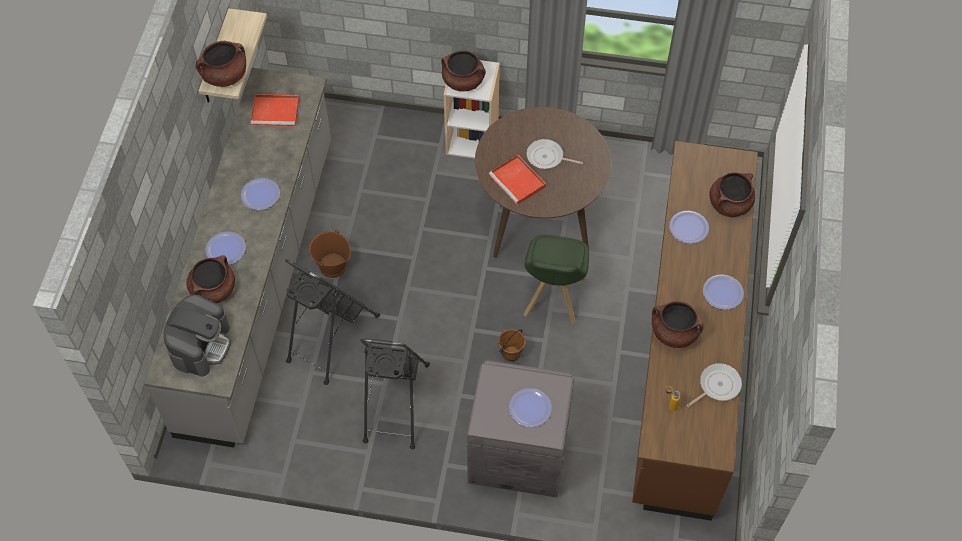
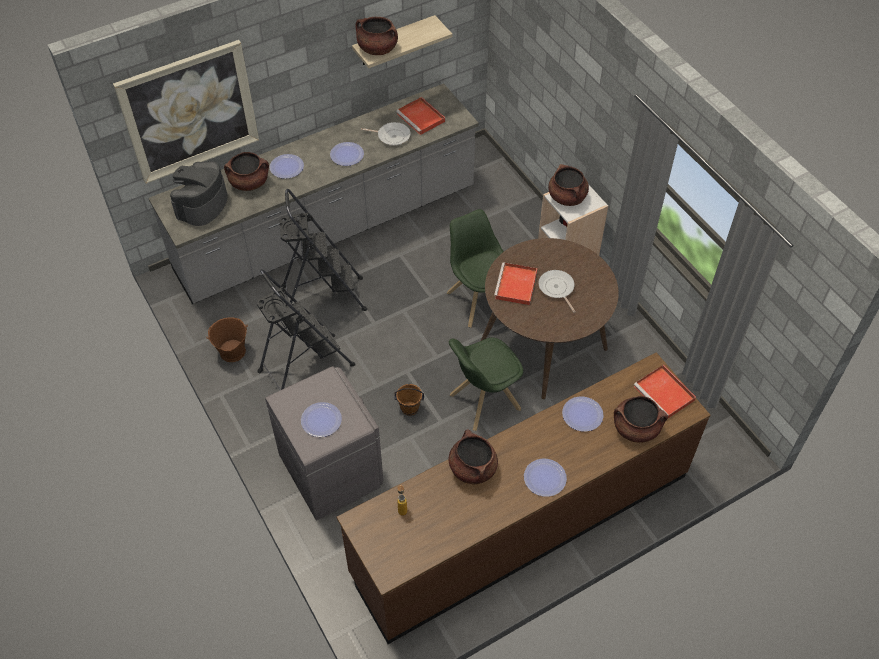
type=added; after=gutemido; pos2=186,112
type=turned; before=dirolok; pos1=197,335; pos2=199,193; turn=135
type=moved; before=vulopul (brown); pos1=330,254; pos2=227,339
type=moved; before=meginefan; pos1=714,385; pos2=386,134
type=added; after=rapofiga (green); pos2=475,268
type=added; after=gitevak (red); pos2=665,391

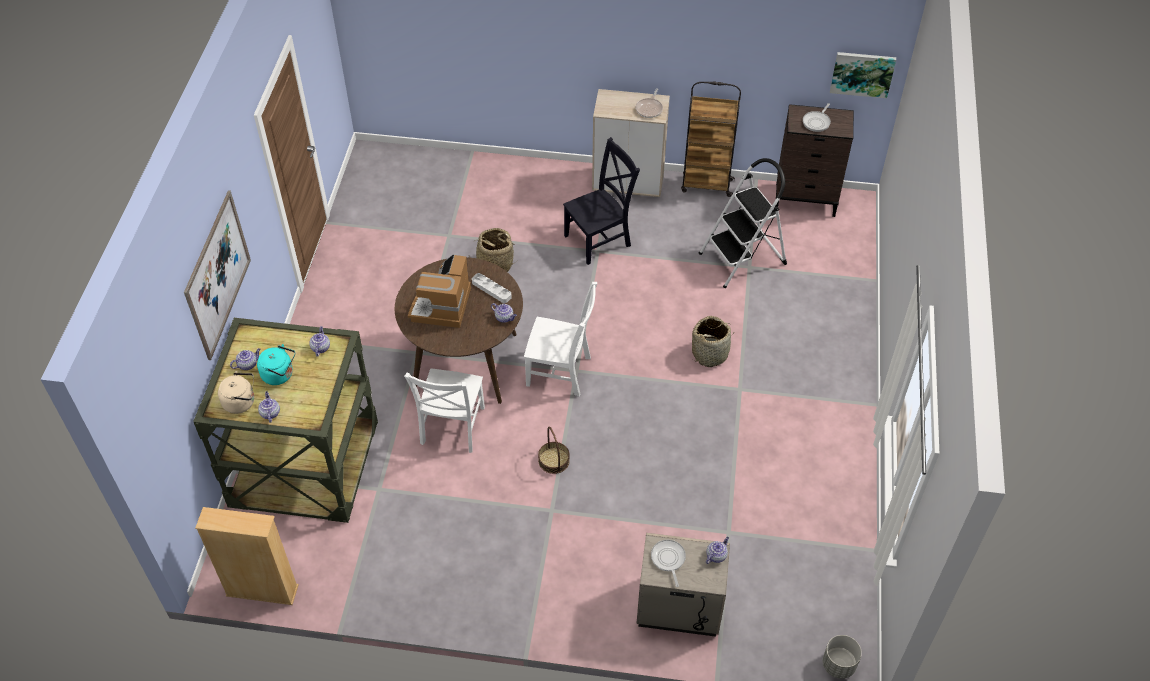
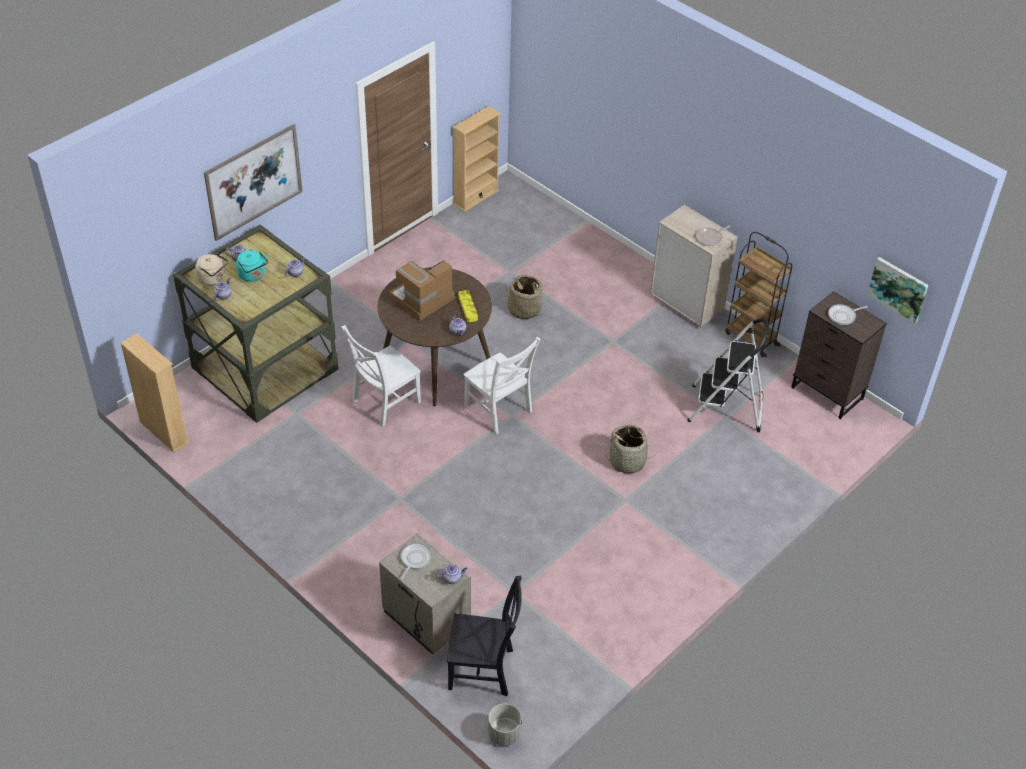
type=moved; before=rapofiga (black); pos1=601,201; pos2=484,636
type=added; after=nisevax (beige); pos2=477,159
type=recoloured; before=gitevak (grey); after=gitevak (yellow); pos1=492,288; pos2=468,306
type=removed; before=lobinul; pos1=554,450

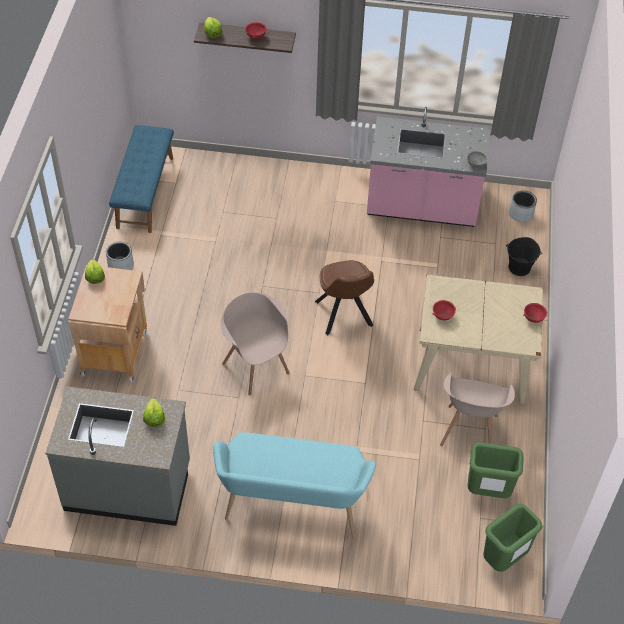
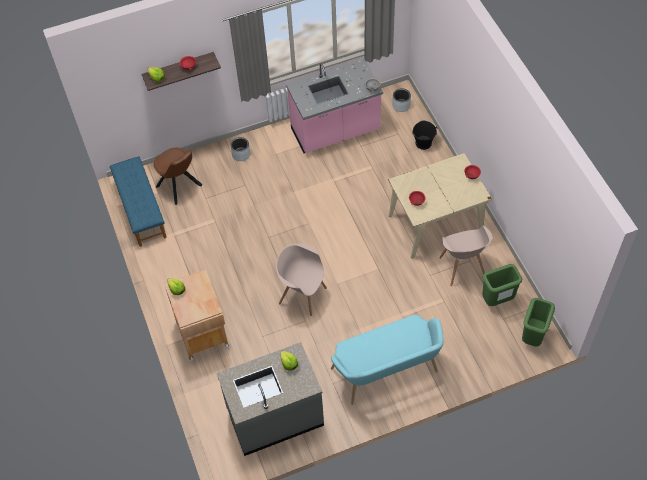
type=moved; before=rapofiga (brown); pos1=344,297; pos2=177,176
type=moved; before=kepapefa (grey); pos1=120,256; pos2=240,149

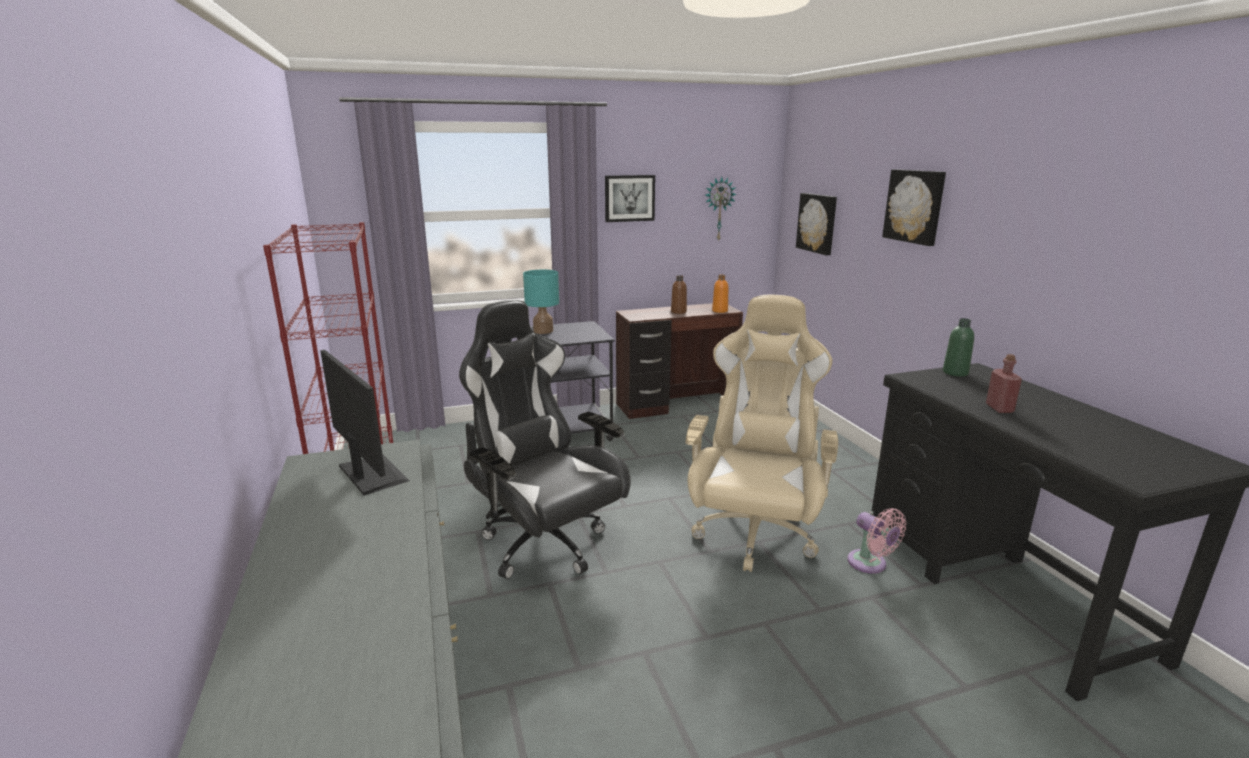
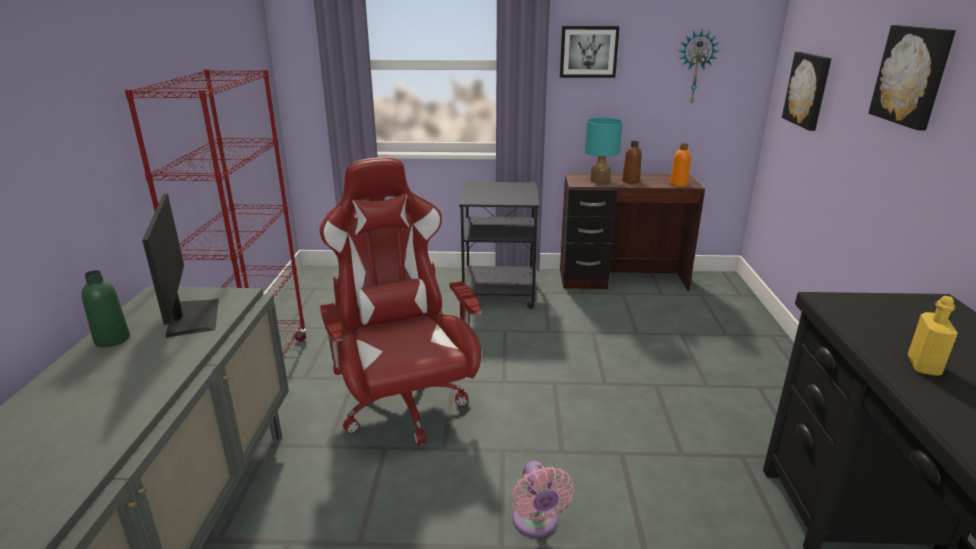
type=moved; before=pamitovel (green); pos1=958,347; pos2=106,308
type=recoloured; before=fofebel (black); after=fofebel (red); pos1=545,439; pos2=401,301
type=moved; before=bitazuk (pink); pos1=876,541; pos2=542,499
type=moved; before=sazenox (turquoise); pos1=541,302; pos2=604,150
type=recoloured; before=pamitovel (red); after=pamitovel (yellow); pos1=1004,383; pos2=933,336
type=removed; before=fofebel (beige); pos1=762,433

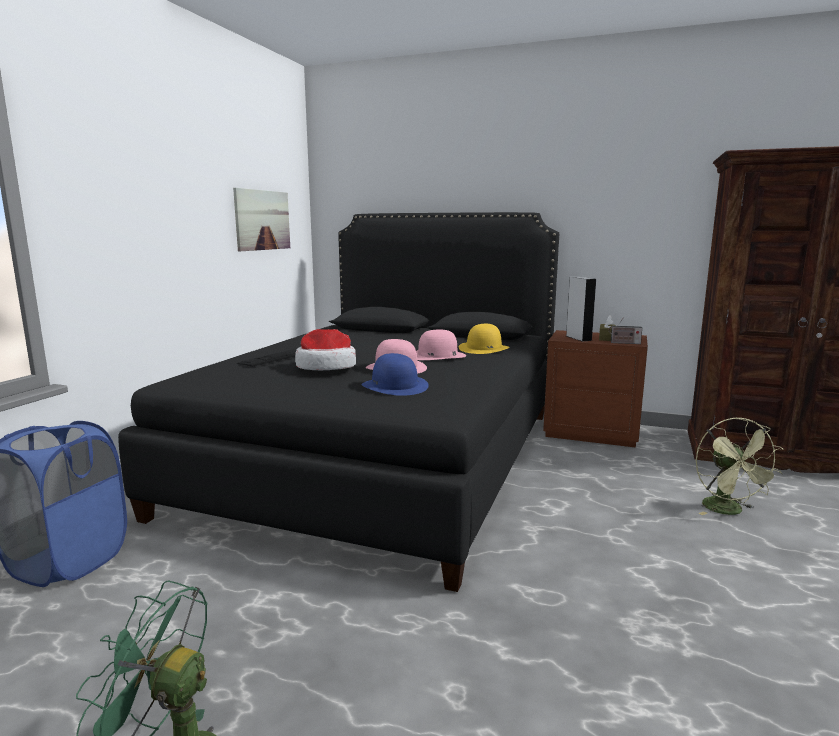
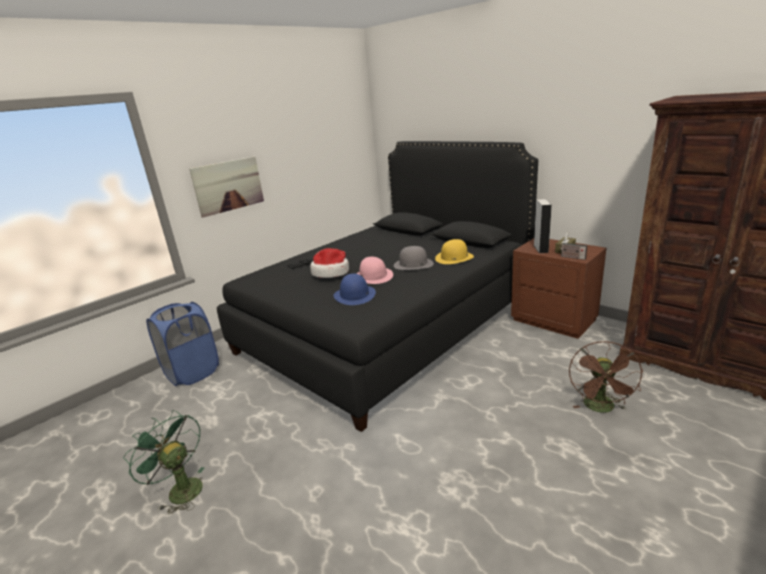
type=moved; before=gutemido; pos1=261,219; pos2=226,187
type=recoloured; before=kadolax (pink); after=kadolax (grey); pos1=441,345; pos2=414,258
type=recoloured; before=bitazuk (green); after=bitazuk (brown); pos1=740,466; pos2=606,377

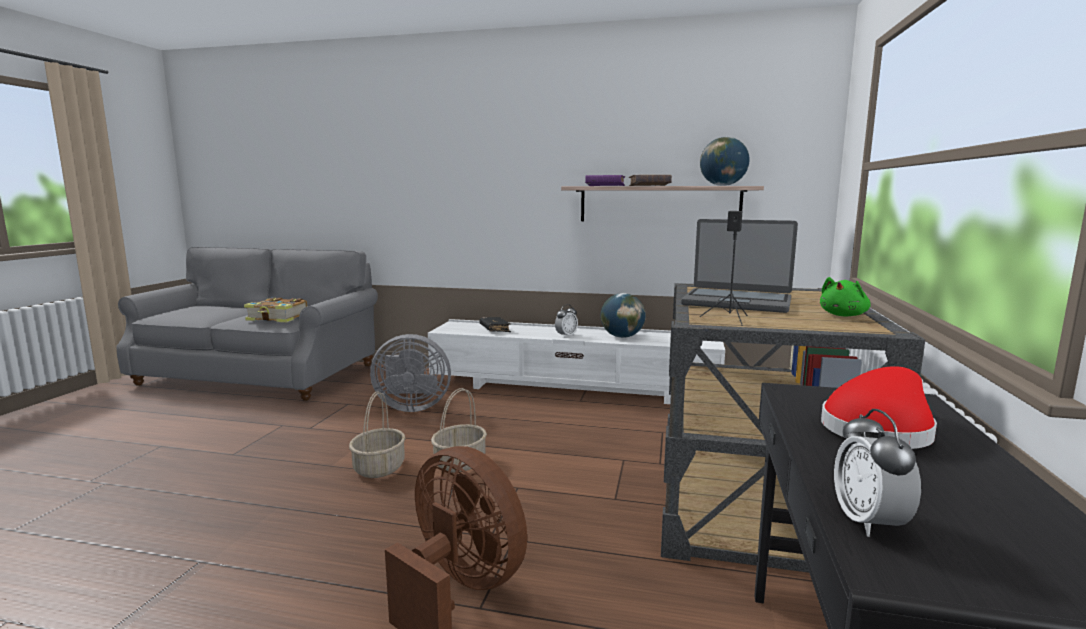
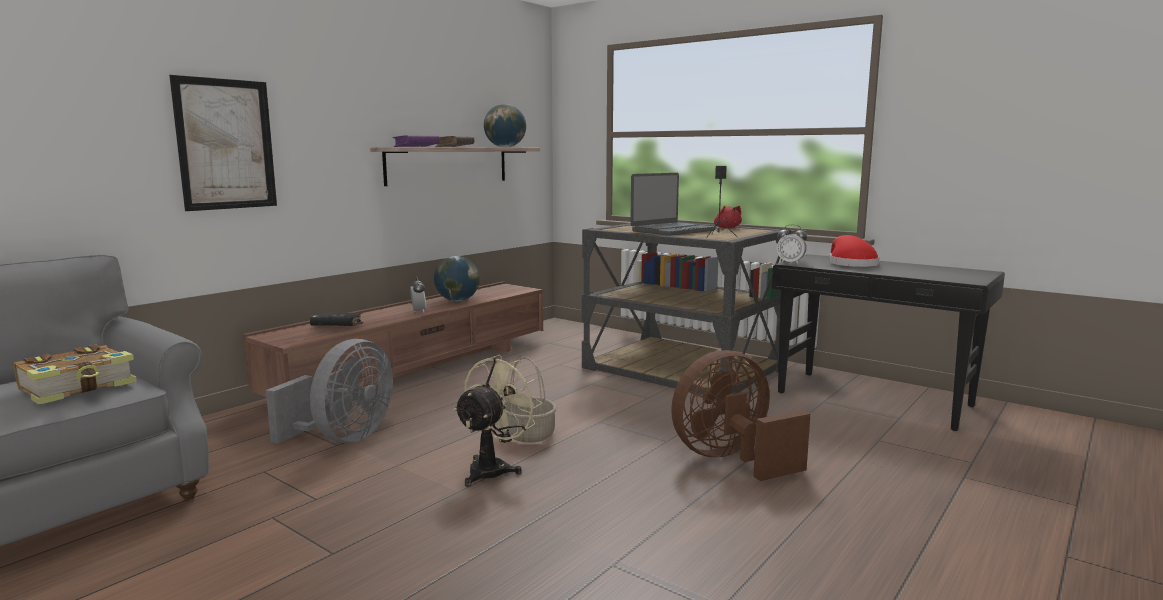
type=added; after=gutemido; pos2=223,143
type=recoloured; before=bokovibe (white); after=bokovibe (brown); pos1=576,361; pos2=393,340
type=replaced; before=lobinul; after=bitazuk (beige); pos1=377,435; pos2=498,421
type=recoloured; before=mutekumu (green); after=mutekumu (red); pos1=845,296; pos2=728,217
type=moved; before=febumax; pos1=877,473; pos2=791,244

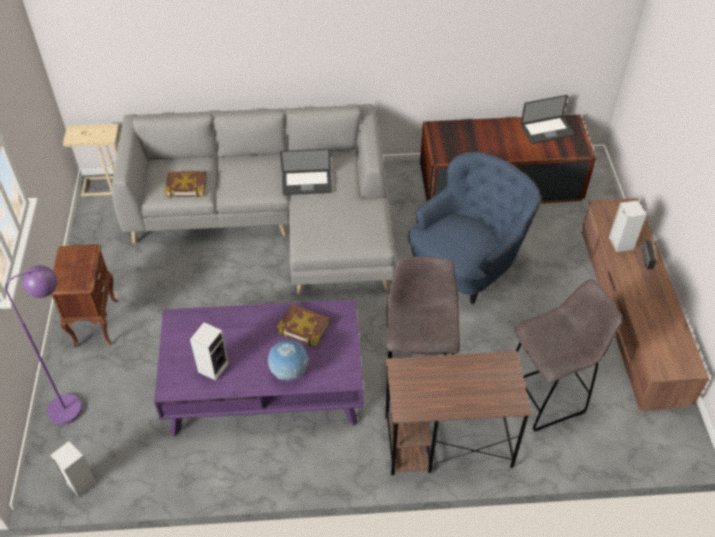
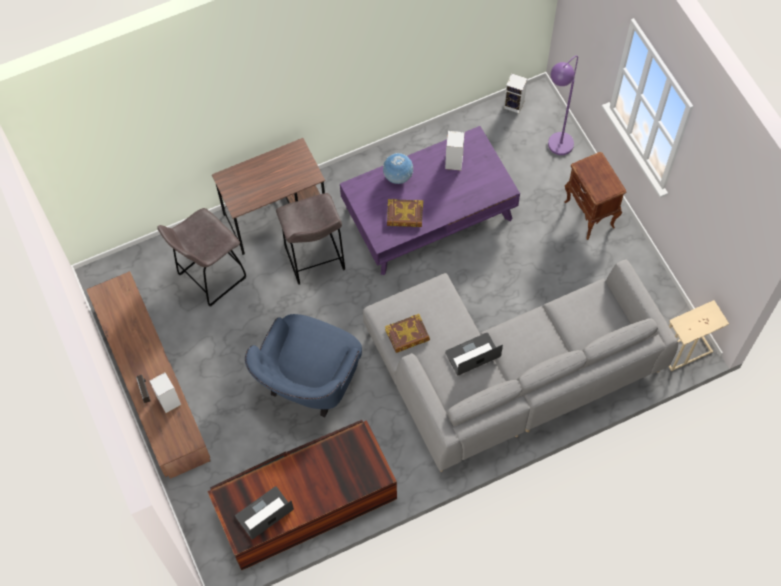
type=moved; before=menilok; pos1=185,184; pos2=407,333

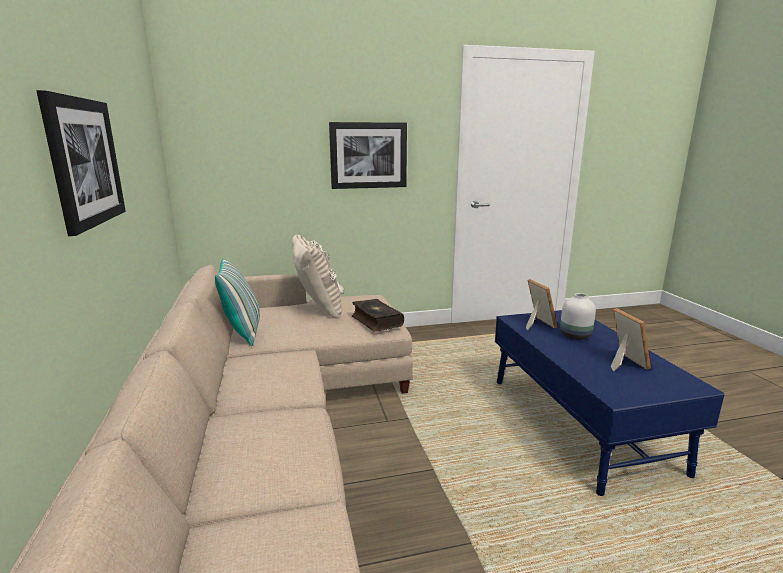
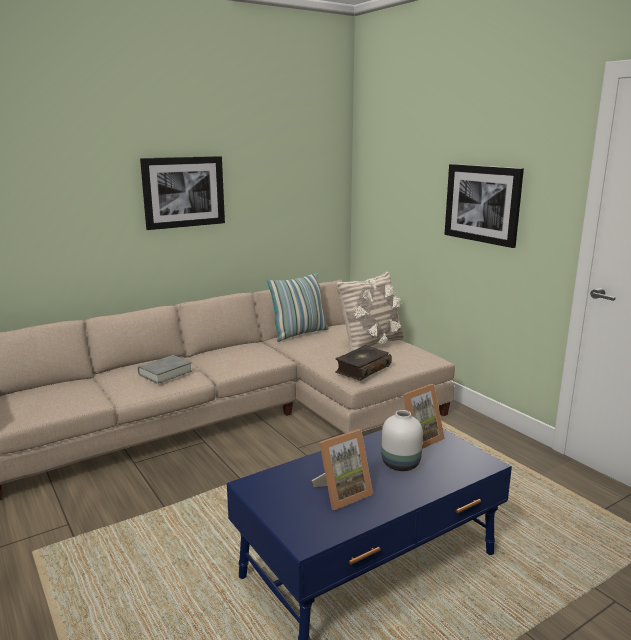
type=added; after=menilok (grey); pos2=165,369

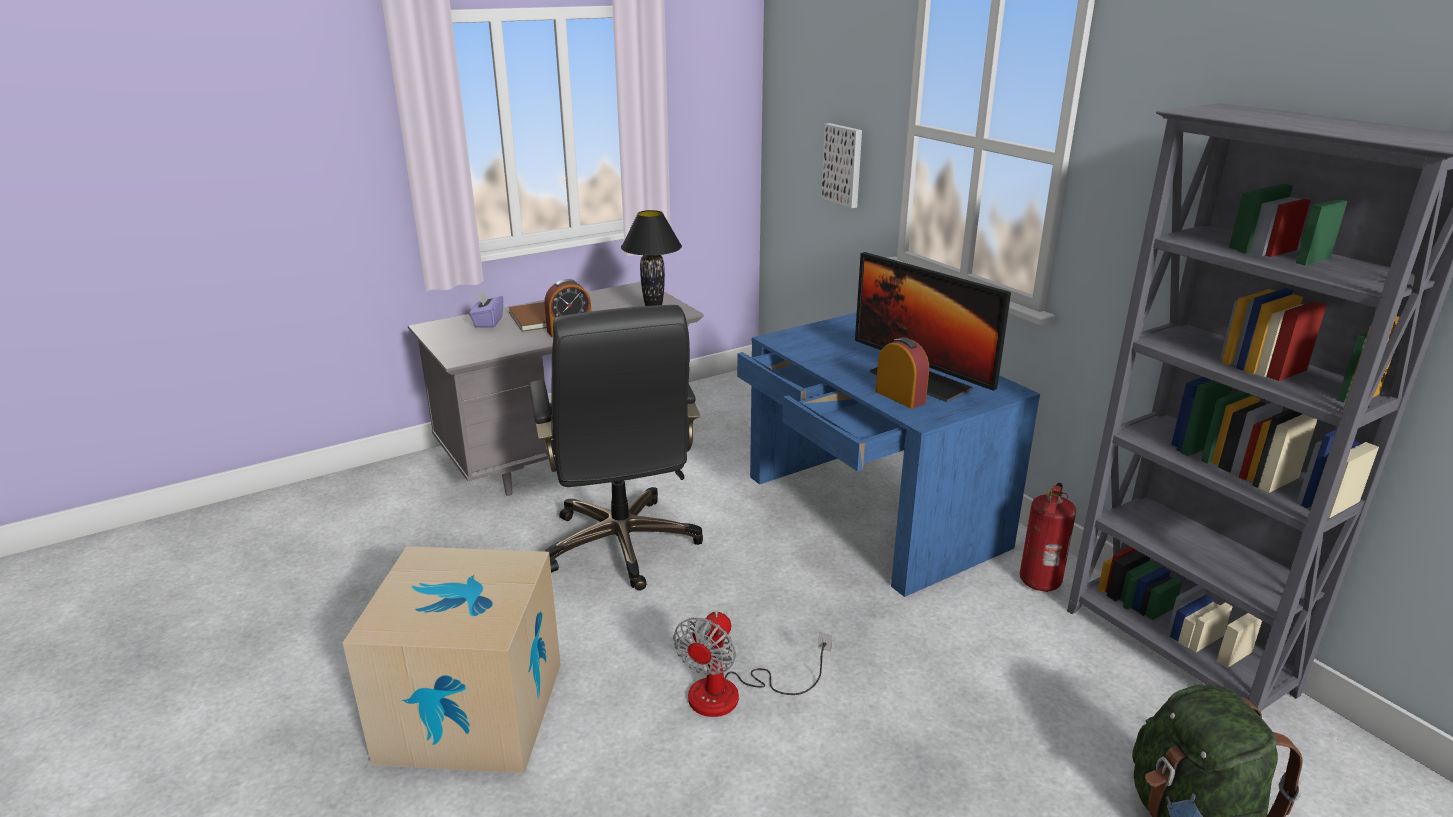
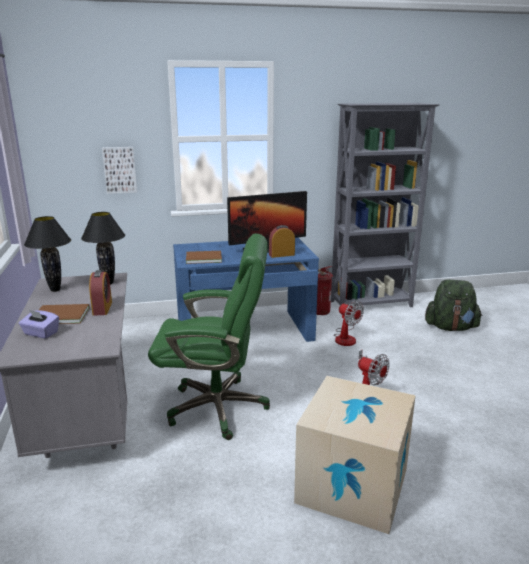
type=added; after=sazenox (black); pos2=47,254
type=recoloured; before=fofebel (black); after=fofebel (green); pos1=616,448; pos2=209,337
type=added; after=menilok (brown); pos2=204,257
type=added; after=bitazuk; pos2=349,323

